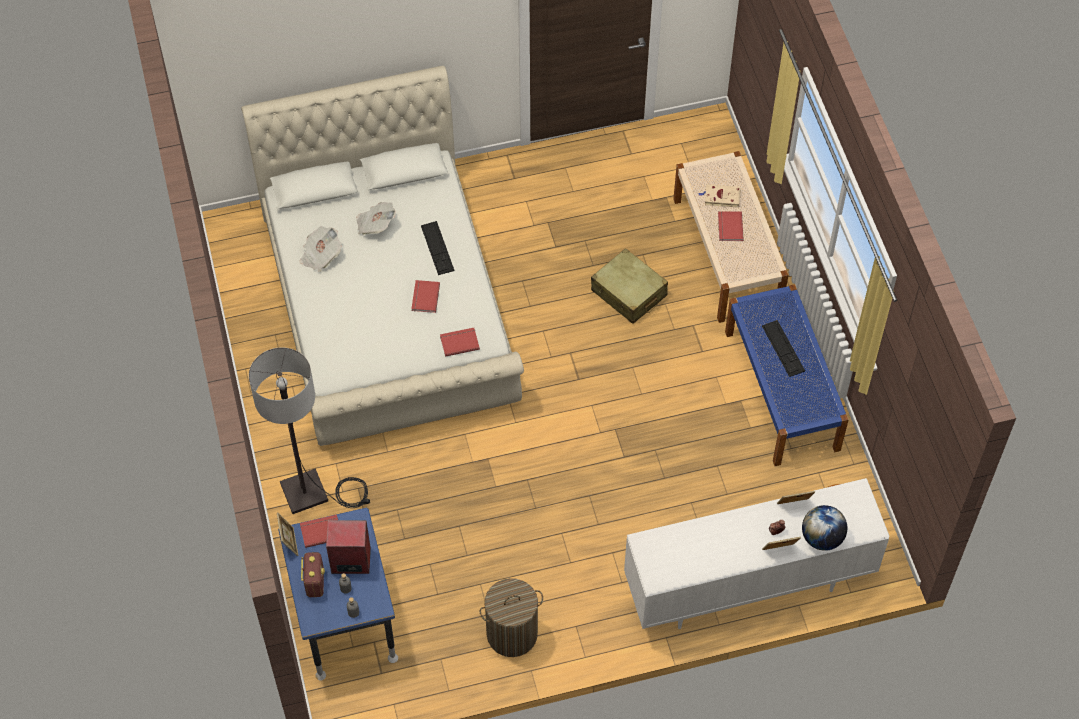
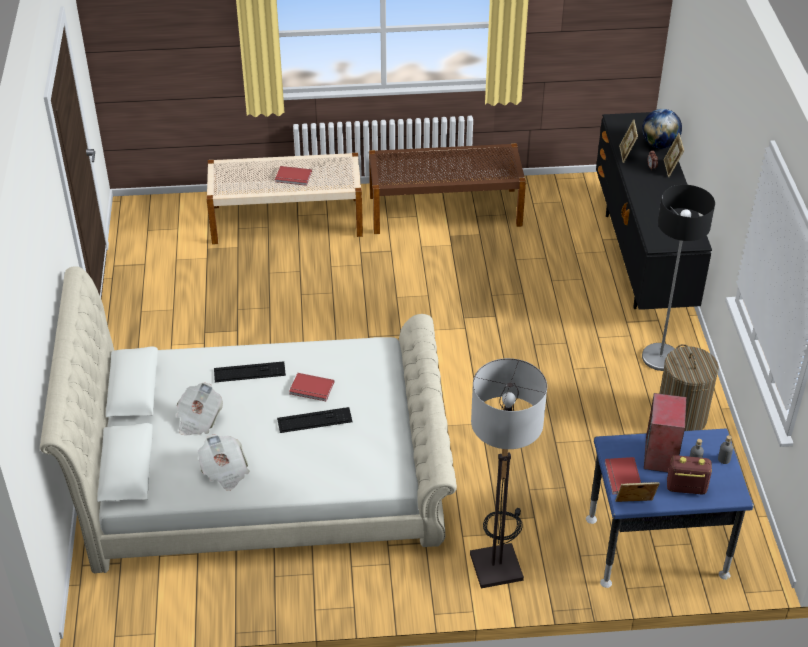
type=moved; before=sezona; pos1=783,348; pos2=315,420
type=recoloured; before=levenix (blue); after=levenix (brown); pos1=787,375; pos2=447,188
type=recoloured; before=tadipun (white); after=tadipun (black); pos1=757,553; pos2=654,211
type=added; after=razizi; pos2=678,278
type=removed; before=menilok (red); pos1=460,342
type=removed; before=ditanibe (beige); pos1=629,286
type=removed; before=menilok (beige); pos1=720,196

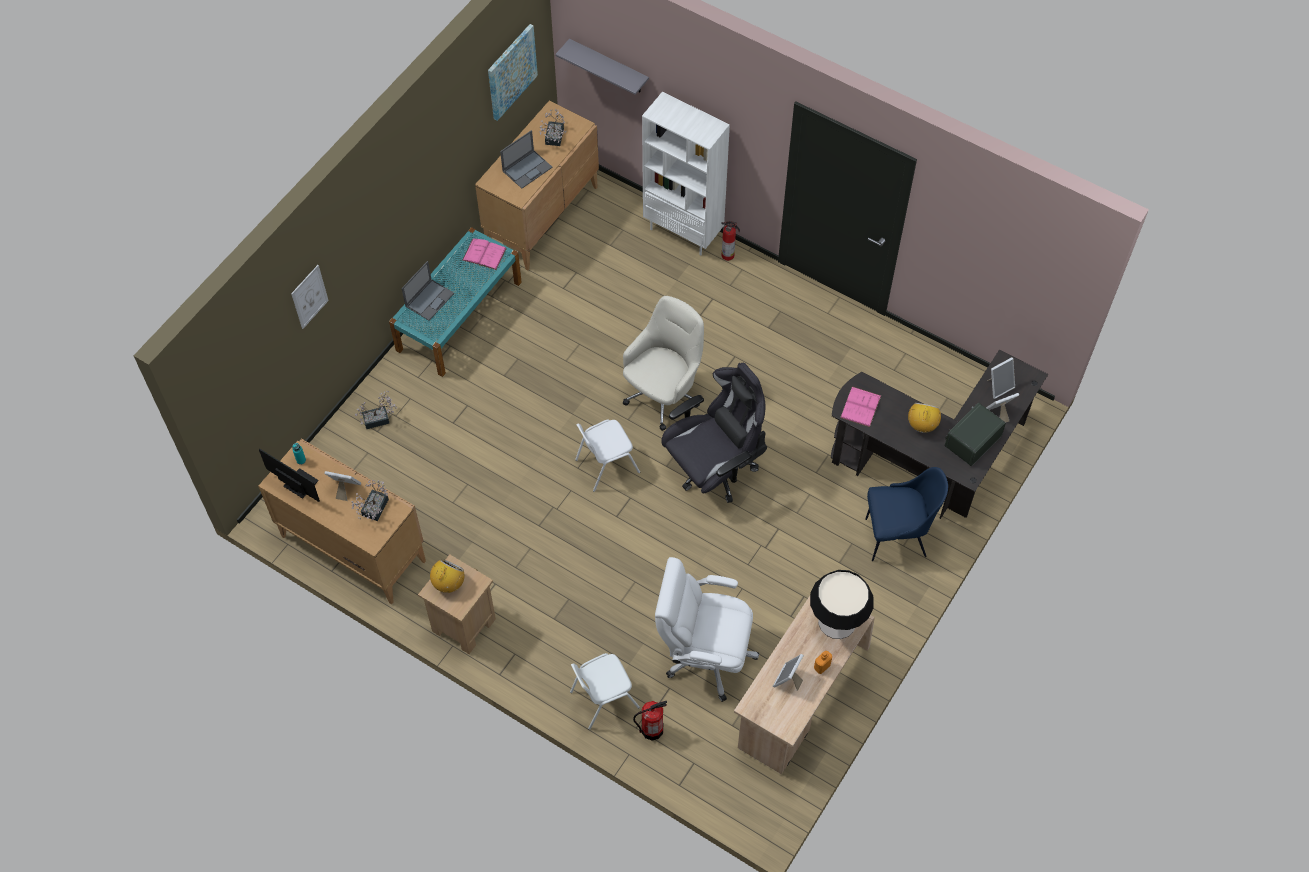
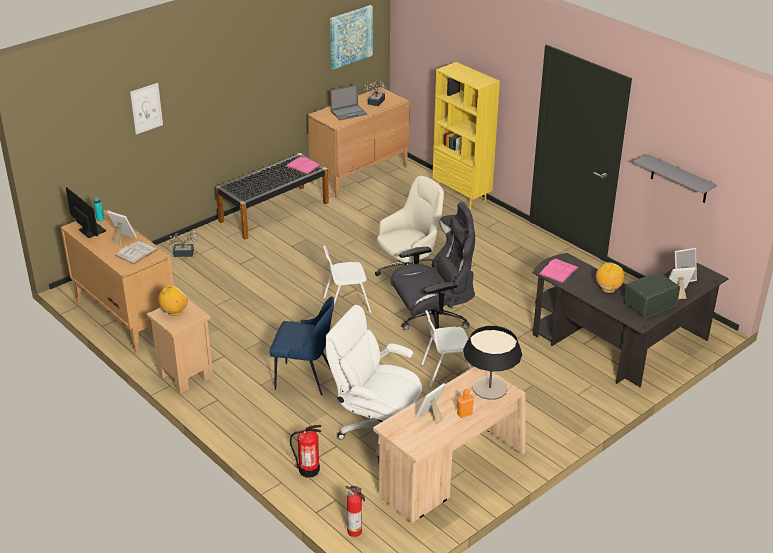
type=replaced; before=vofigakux; after=menilok (white); pos1=370,500; pos2=137,252
type=recoloured; before=levenix (turquoise); after=levenix (black); pos1=455,302; pos2=272,196
type=moved; before=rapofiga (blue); pos1=906,514; pos2=302,346
type=moved; before=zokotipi; pos1=730,241; pos2=355,511
type=moved; before=rapofiga (white); pos1=605,691; pos2=446,349
type=recoloured; before=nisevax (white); after=nisevax (yellow); pos1=686,174; pos2=466,136
type=moved; before=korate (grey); pos1=602,67; pos2=675,178
type=removed; before=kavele; pos1=428,291

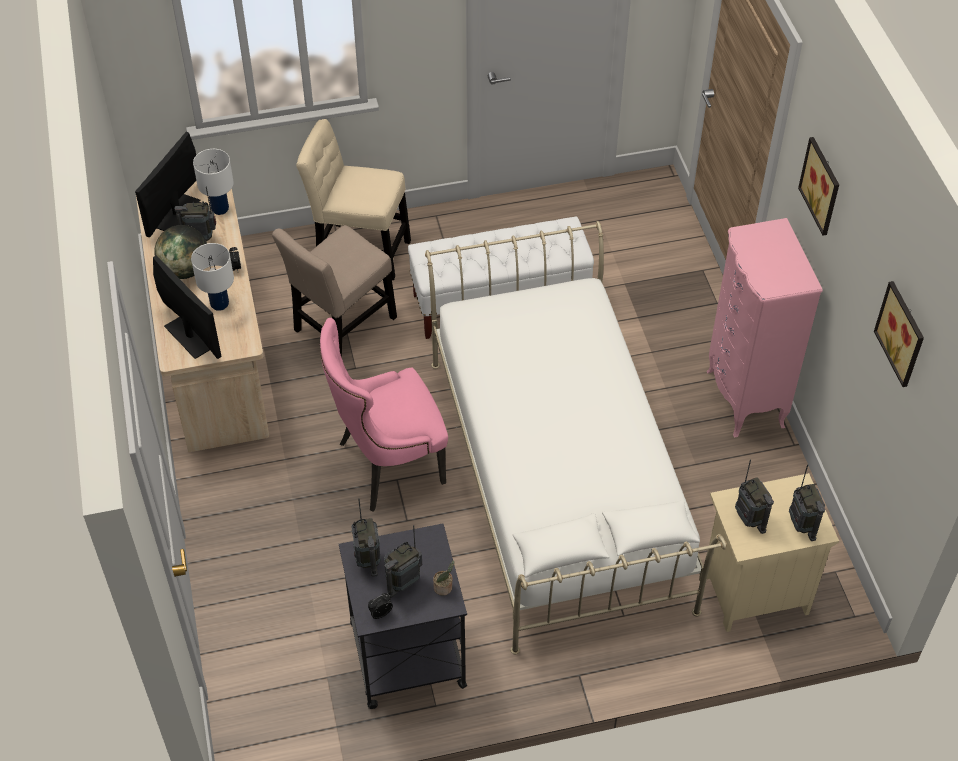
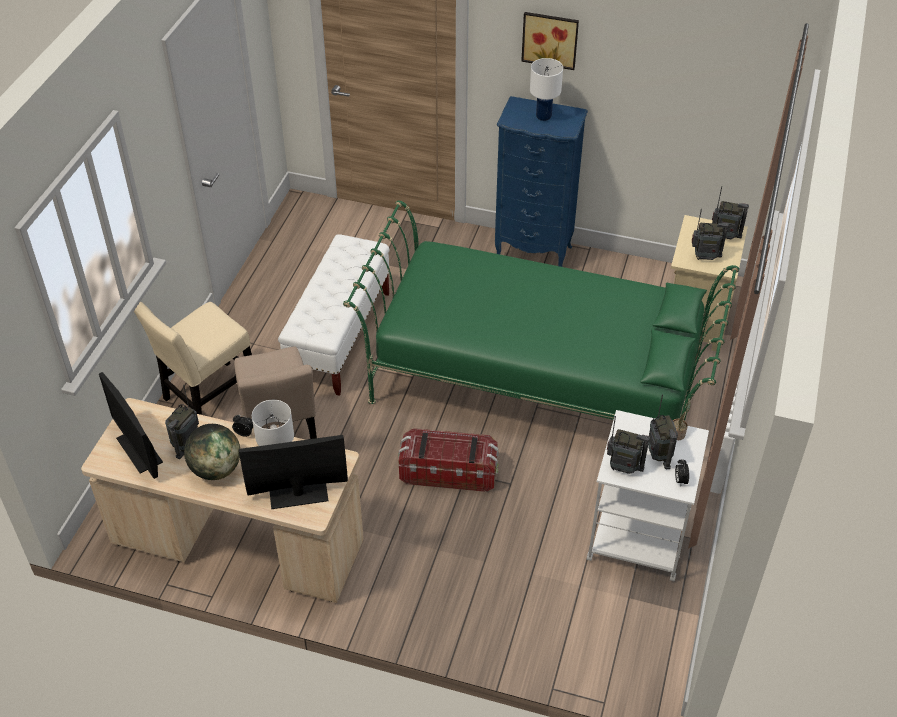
type=recoloured; before=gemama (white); after=gemama (green); pos1=576,438; pos2=541,311
type=replaced; before=rapofiga (pink); after=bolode; pos1=384,415; pos2=448,460
type=recoloured; before=tadipun (pink); after=tadipun (blue); pos1=765,327; pos2=541,181
type=moved; before=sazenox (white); pos1=213,182; pos2=546,89
type=recoloured; before=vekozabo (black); after=vekozabo (white); pos1=403,616; pos2=648,496
type=removed; before=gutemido; pos1=899,334

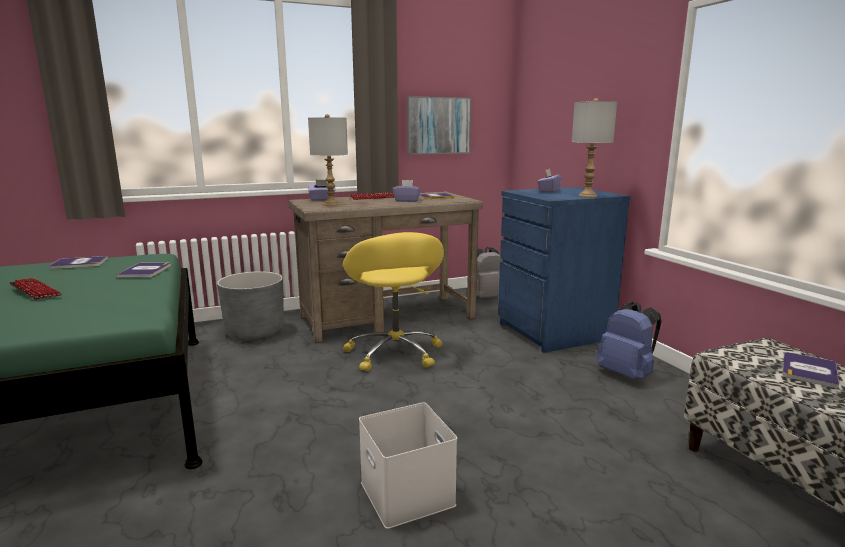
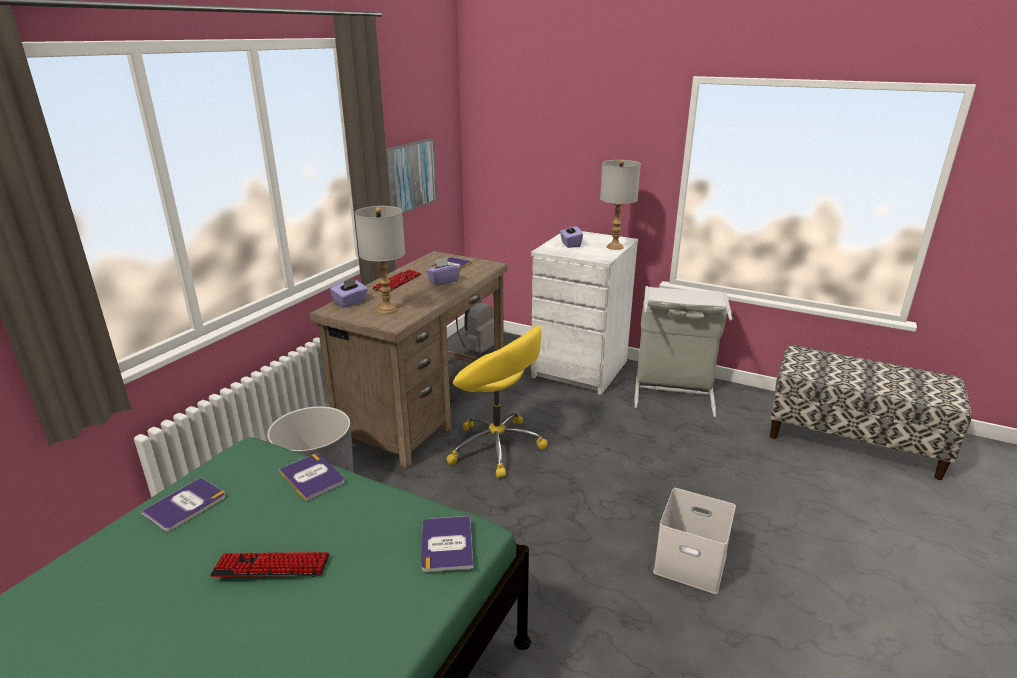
type=moved; before=menilok; pos1=810,370; pos2=447,544
type=recoloured; before=tadipun (blue); after=tadipun (white); pos1=564,270; pos2=584,313
type=replaced; before=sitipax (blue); after=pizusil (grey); pos1=629,341; pos2=683,352

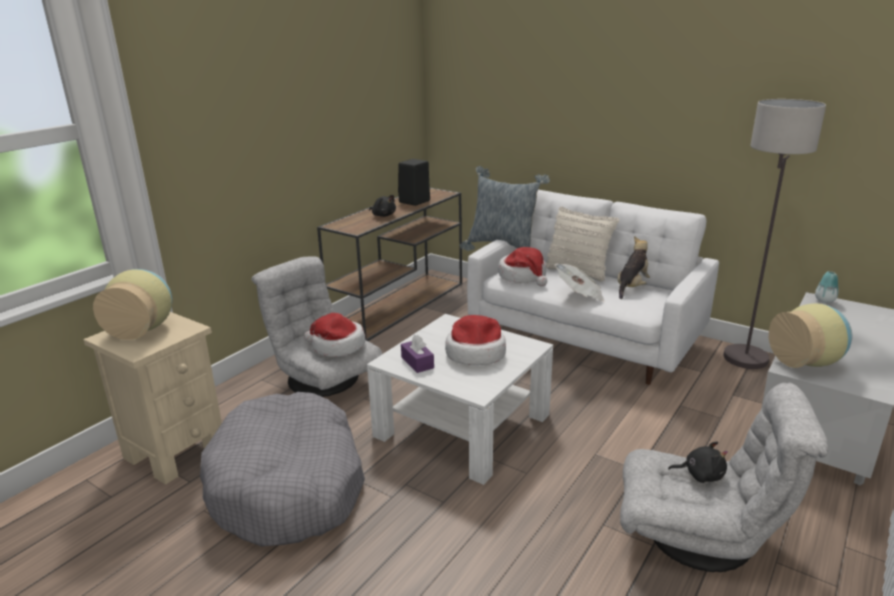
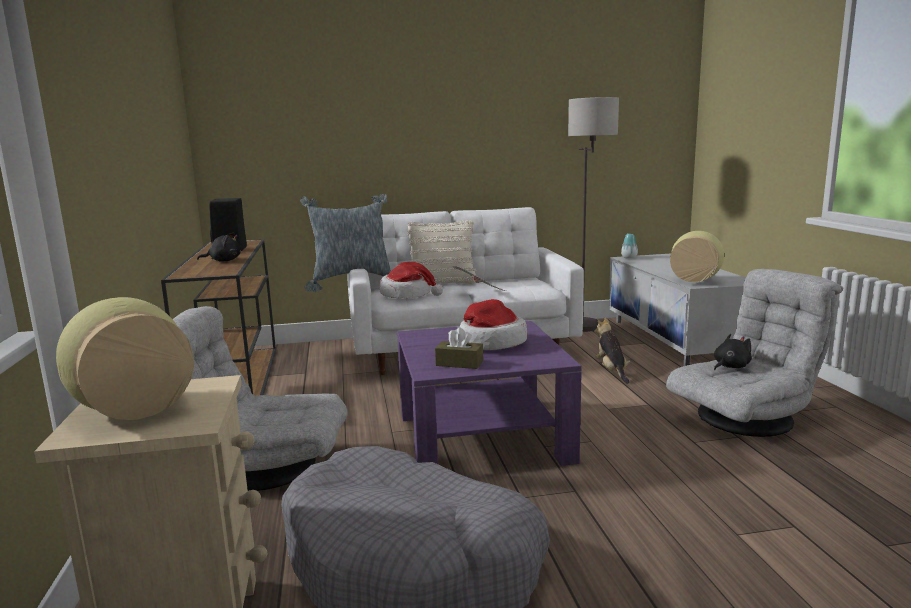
type=recoloured; before=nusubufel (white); after=nusubufel (purple); pos1=460,399; pos2=489,393
type=recoloured; before=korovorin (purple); after=korovorin (brown); pos1=417,354; pos2=459,348
type=moved; before=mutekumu; pos1=633,267; pos2=612,351
type=removed; before=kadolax; pos1=335,335

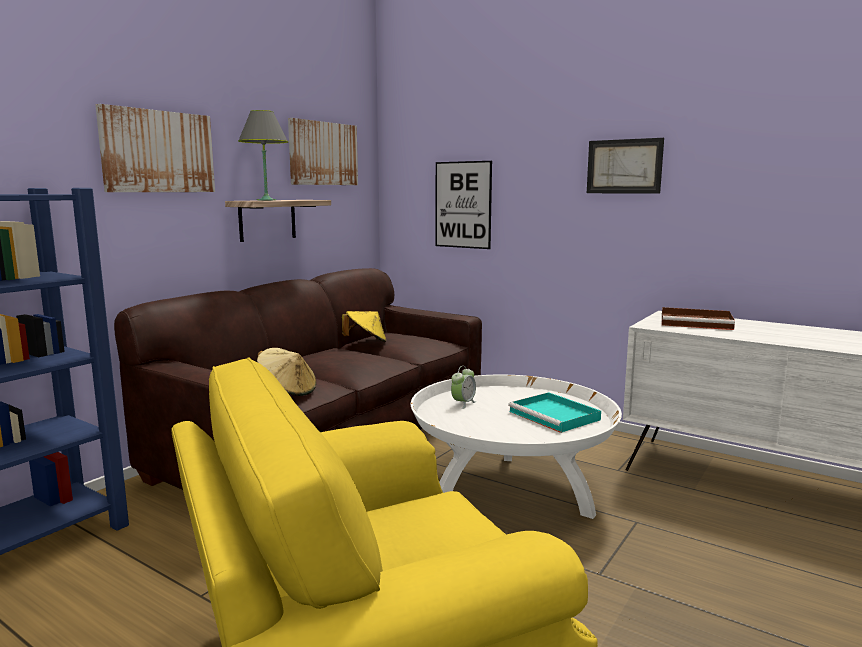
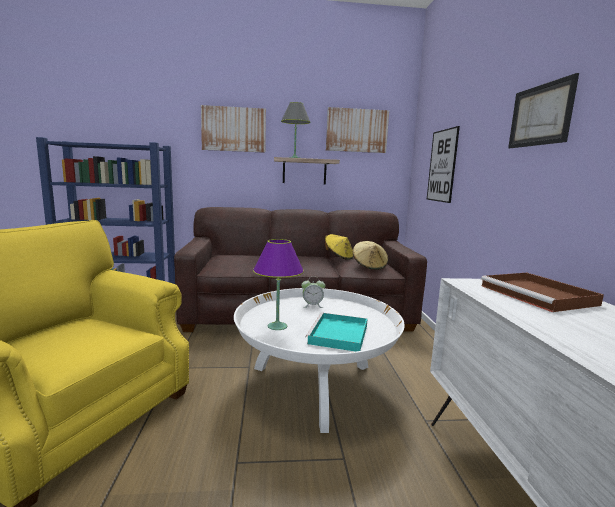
type=added; after=sazenox (purple); pos2=278,284
type=moved; before=kadolax (beige); pos1=286,372; pos2=370,255

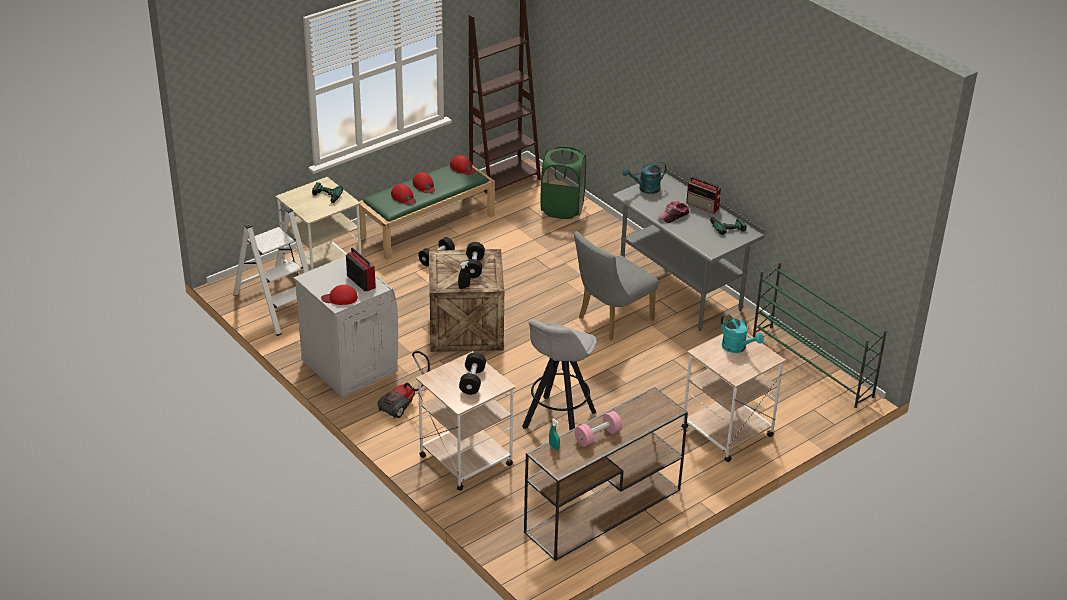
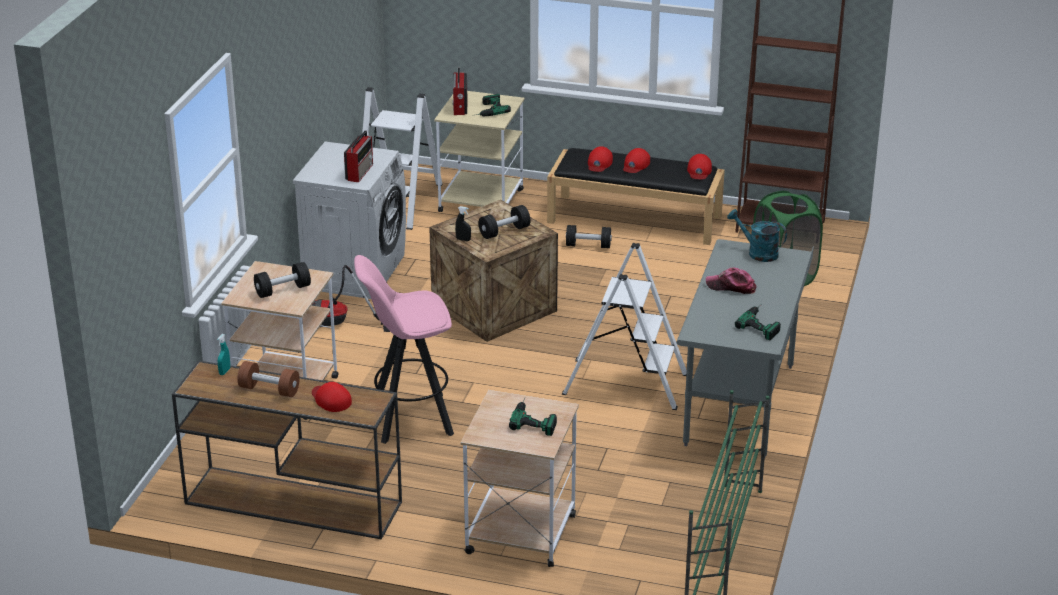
type=recoloured; before=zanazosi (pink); after=zanazosi (brown); pos1=598,429; pos2=268,379
type=moved; before=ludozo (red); pos1=339,295; pos2=332,397
type=recoloured; before=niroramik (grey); after=niroramik (pink); pos1=559,374; pos2=404,349
type=moved; before=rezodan; pos1=703,195; pos2=459,91
type=replaced; before=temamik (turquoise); after=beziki; pos1=742,333; pos2=533,417
type=recoloured; before=levenix (green); after=levenix (black); pos1=427,212; pos2=636,196
type=replaced; before=rapofiga (grey); after=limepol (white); pos1=616,285; pos2=624,326

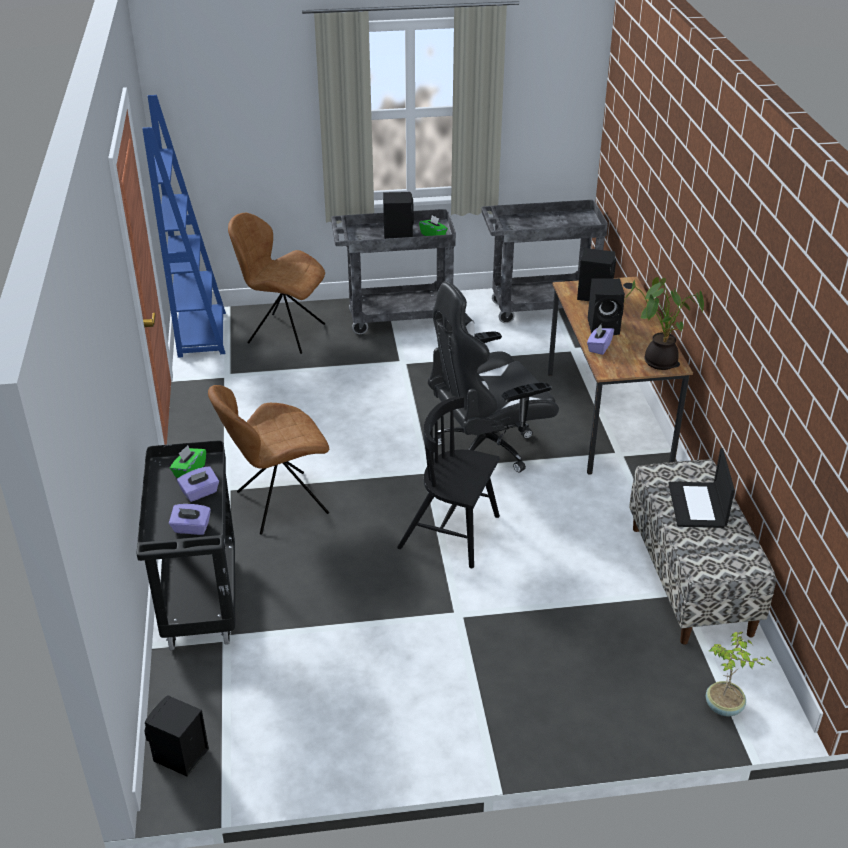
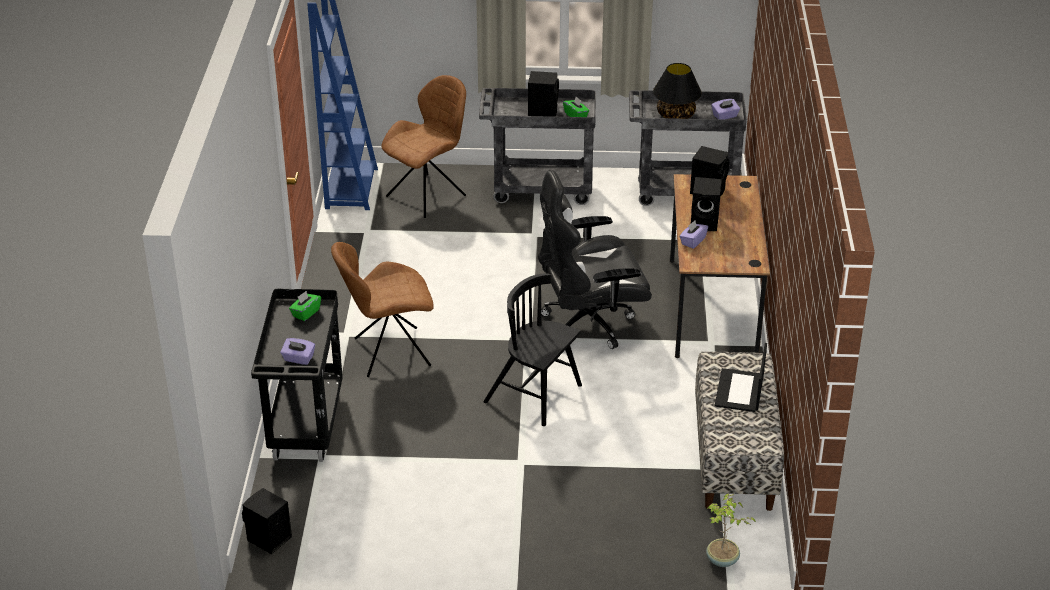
type=turned; before=rapofiga (brown); pos1=276,283; pos2=423,146; turn=105
type=added; after=sazenox (black); pos2=677,91
type=moved; before=korovorin (purple); pos1=198,484; pos2=726,109
type=removed; before=vofigakux; pos1=664,323

